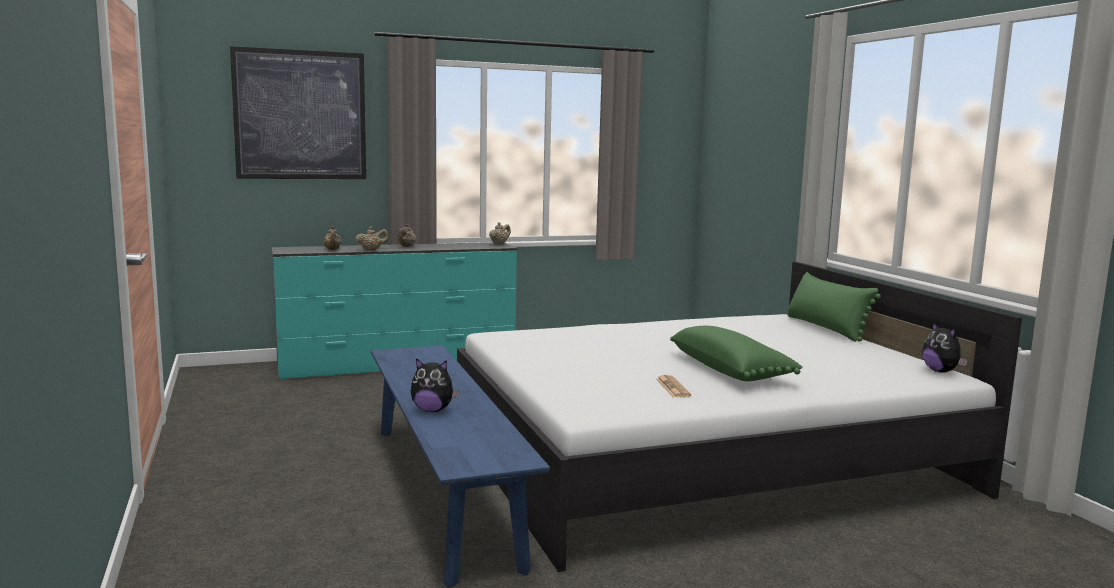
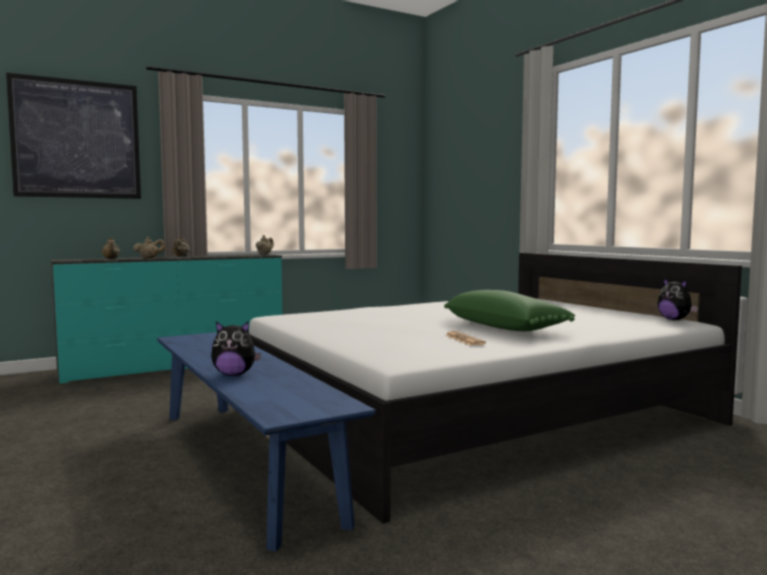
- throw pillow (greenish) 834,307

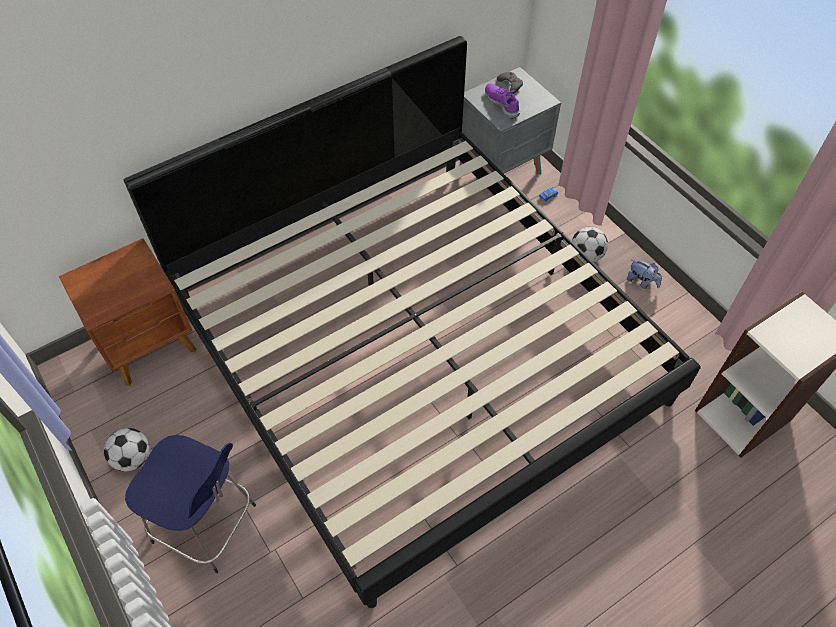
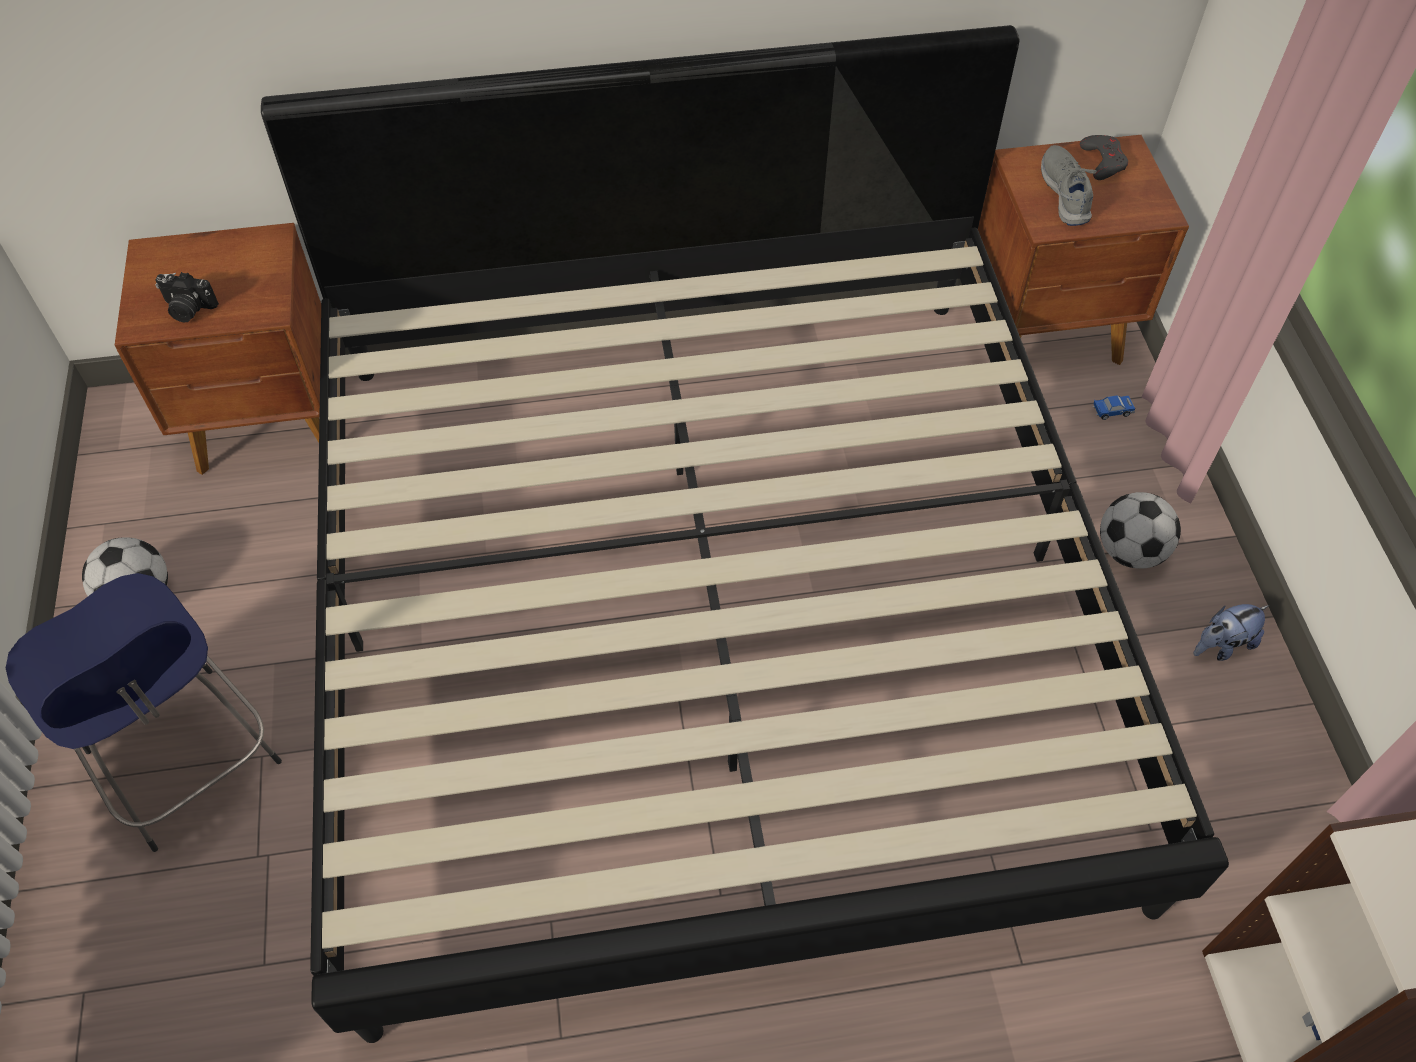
~ bedside table (gray) 510,132 to bedside table (brown) 1083,250
~ low shoe (purplish) 502,101 to low shoe (gray) 1069,185
~ soft toy 644,274 = 1231,632 90 degrees clockwise
+ photo camera 187,297

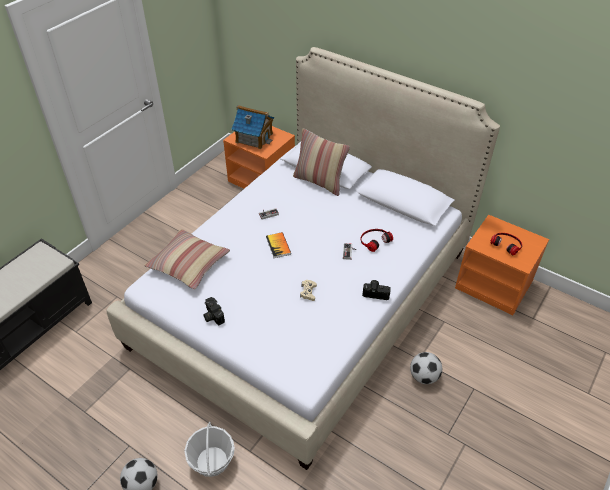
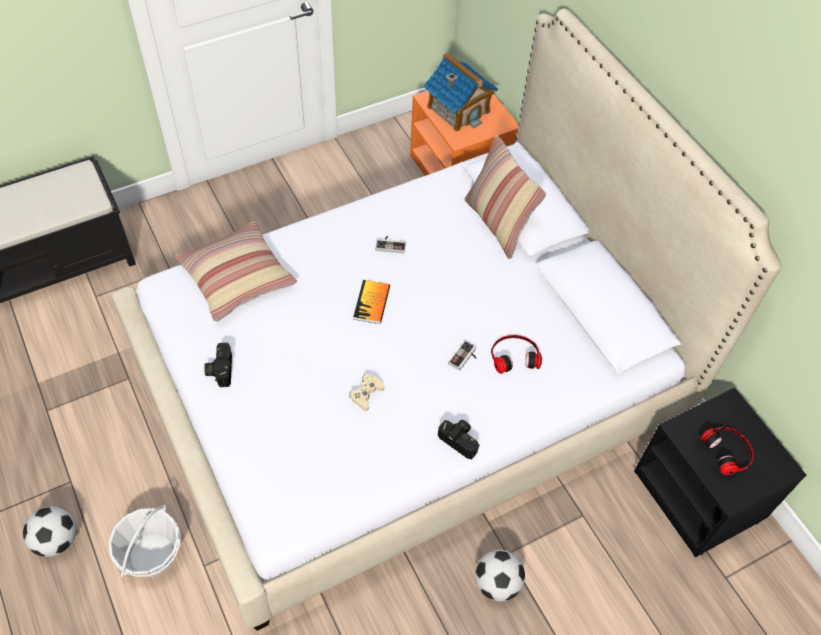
~ bedside table (orangey) 502,265 to bedside table (black) 720,472

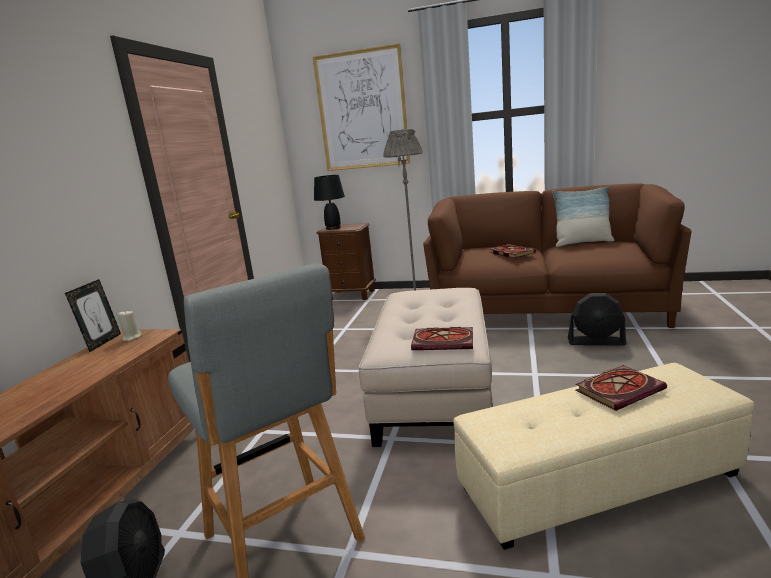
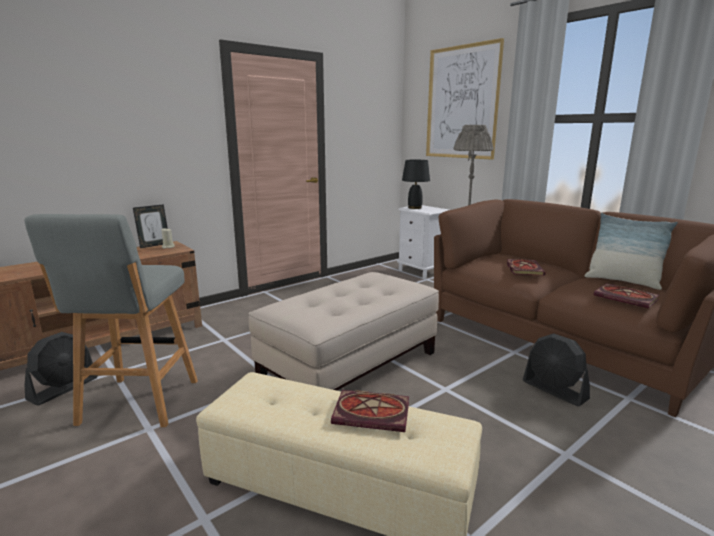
~ bedside table (brown) 346,261 to bedside table (whitish) 423,242
~ volume 442,338 to 626,295

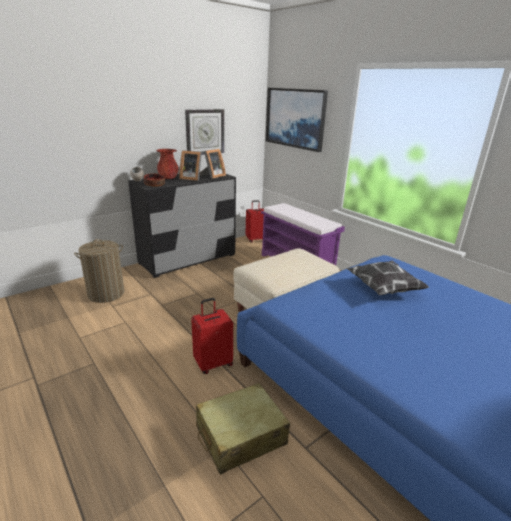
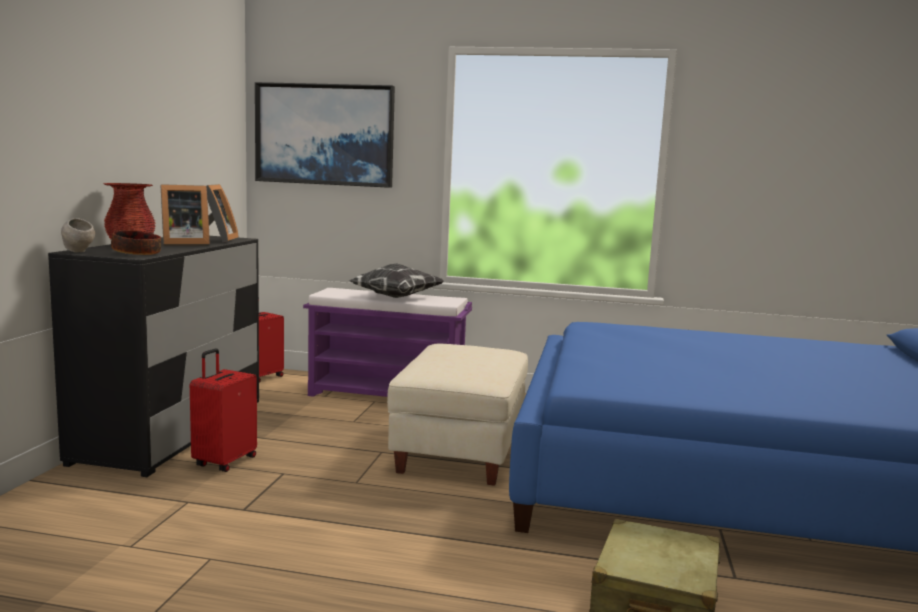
- clock on the wall 204,132
- laundry basket 99,271
~ throw pillow 388,277 to 396,281
~ travel case (red-coloured) 212,336 to 223,410

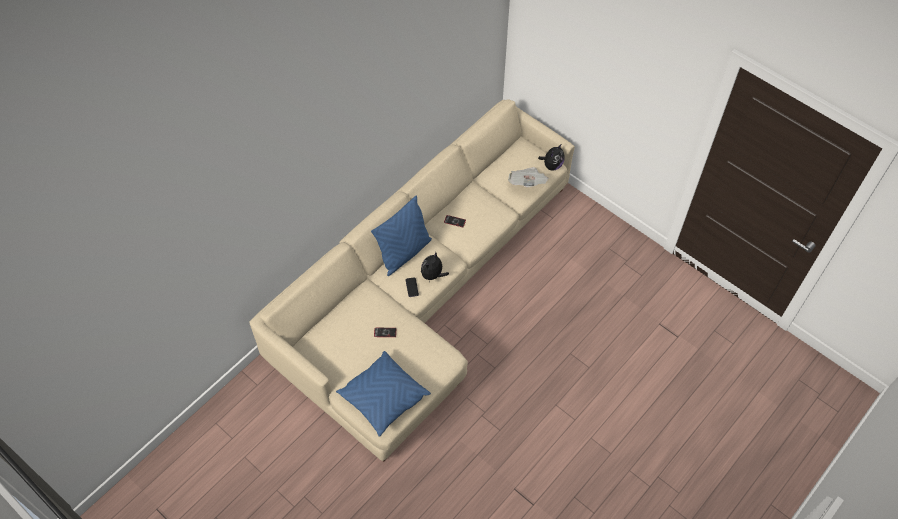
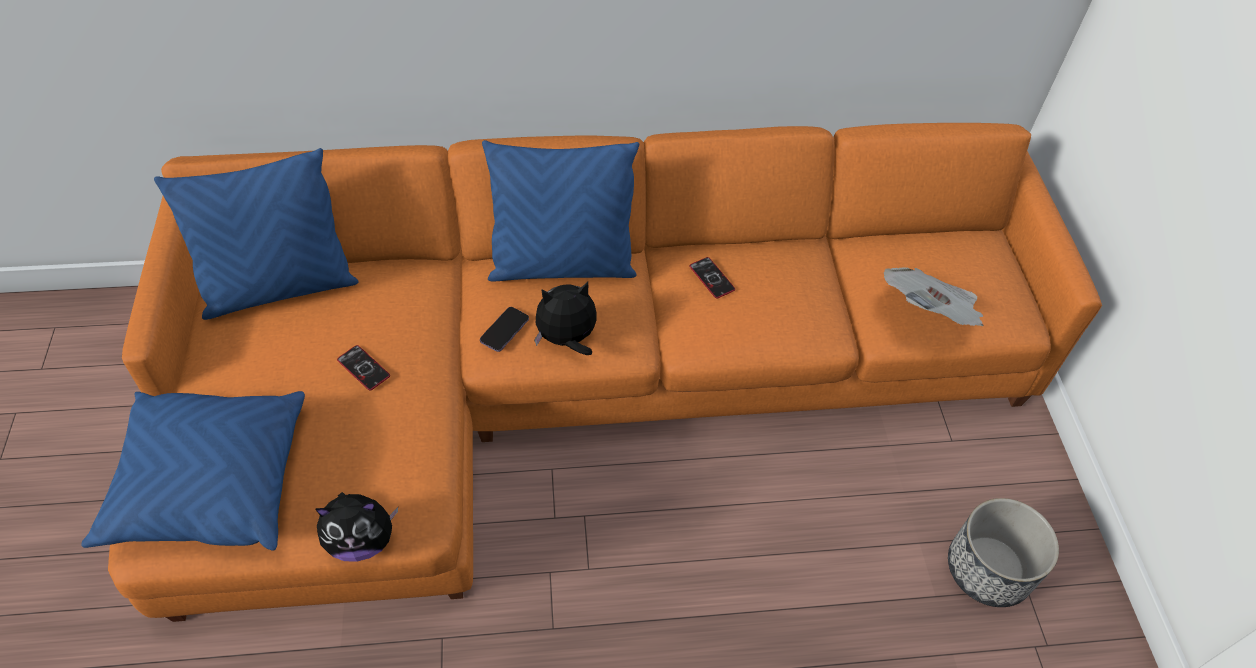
~ sofa (sand-coloured) 412,280 to sofa (orangey) 605,372
~ soft toy 551,157 to 356,527
+ throw pillow (blue-coloured) 256,234
+ planter 1003,552

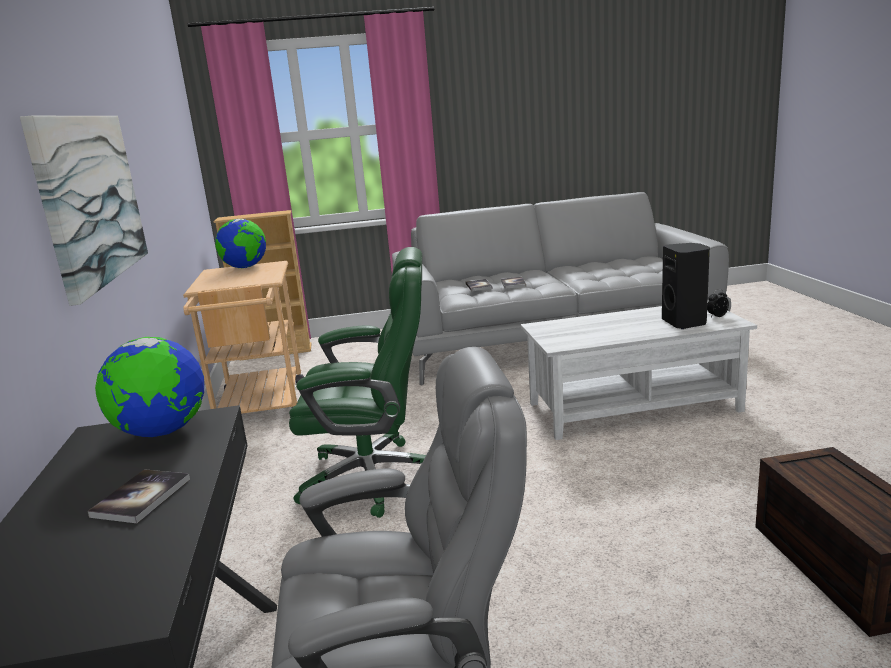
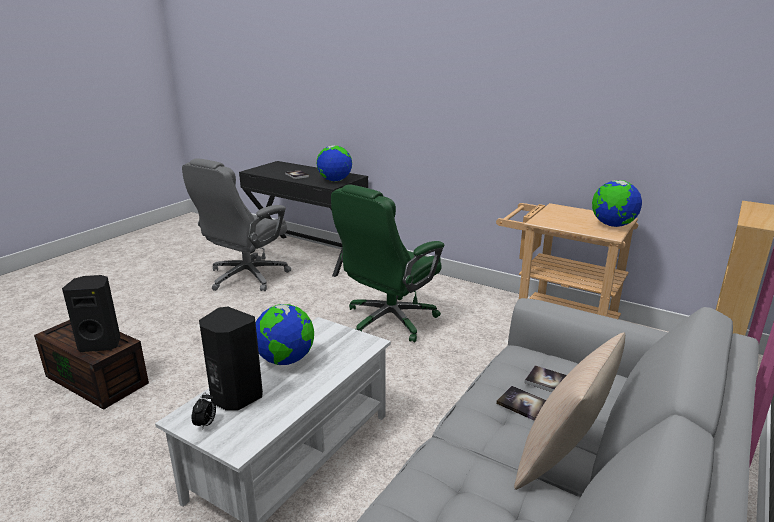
- wall picture 84,211
+ loudspeaker (black) 91,313
+ globe 285,334
+ throw pillow (sand-coloured) 569,411

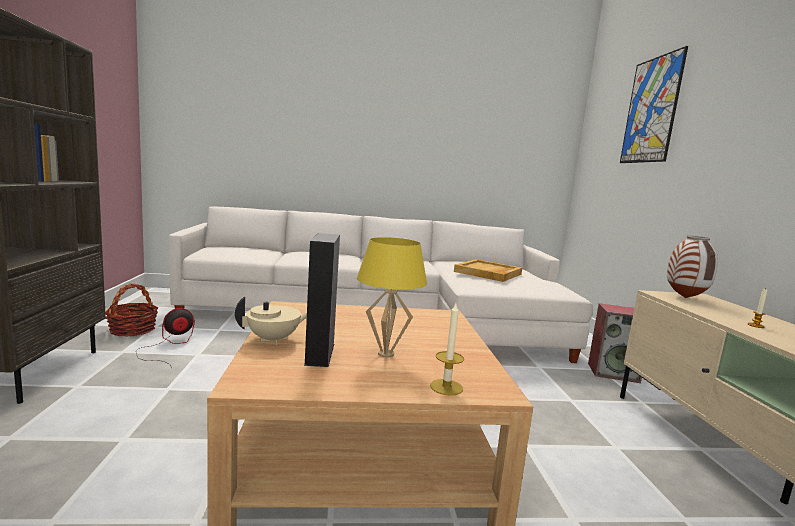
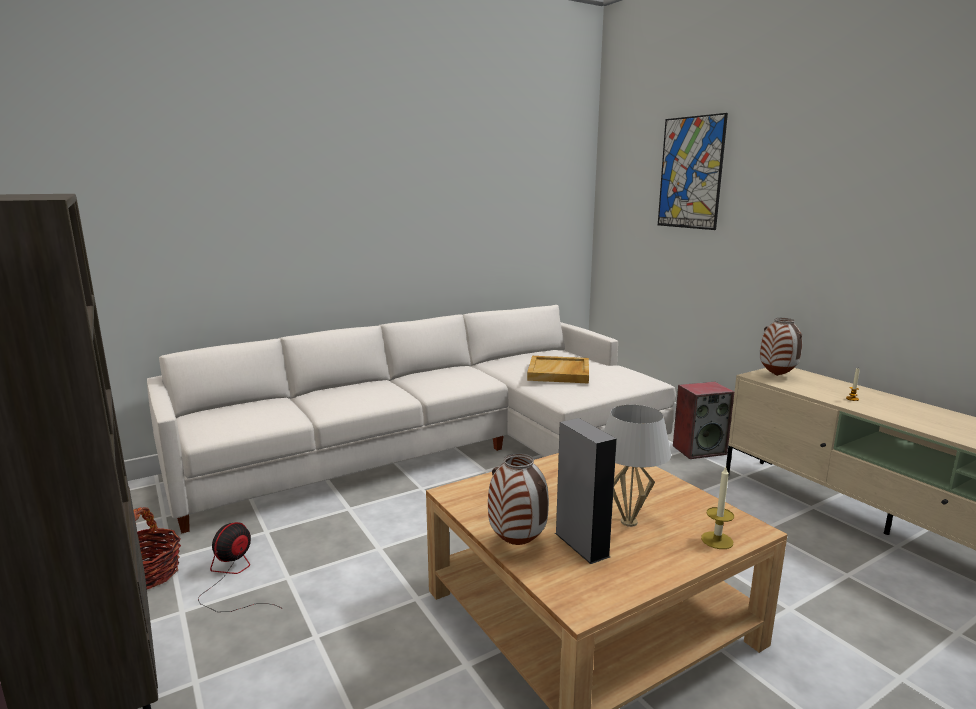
~ lamp for a table (yellowish) 392,297 to lamp for a table (whitish) 637,466
~ tea pot (sand-coloured) 271,321 to vase 518,499

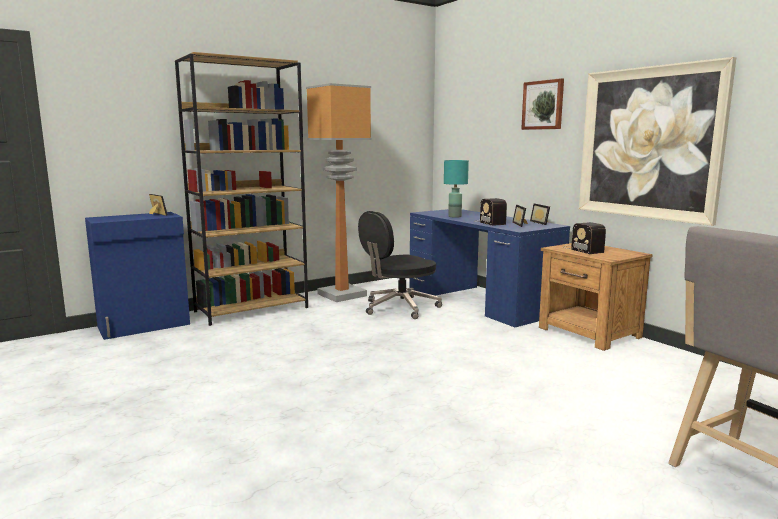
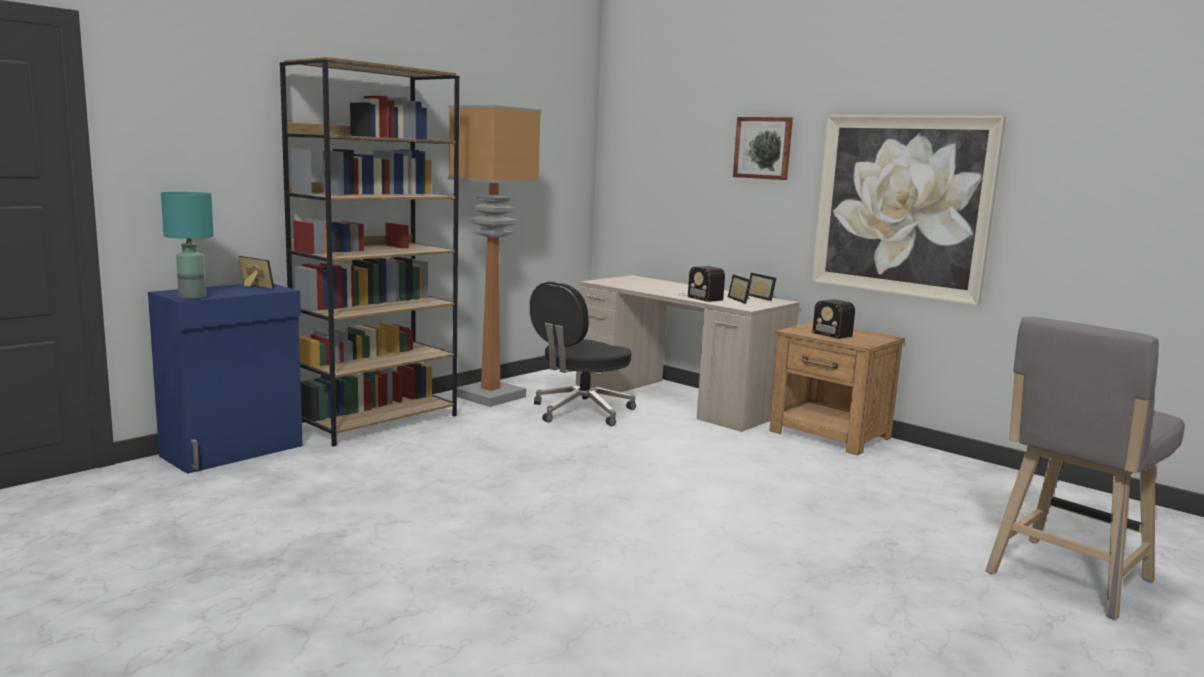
~ lamp for a table (turquoise-coloured) 456,189 to 187,245
~ desk (blue-coloured) 490,268 to desk (sand-coloured) 688,353

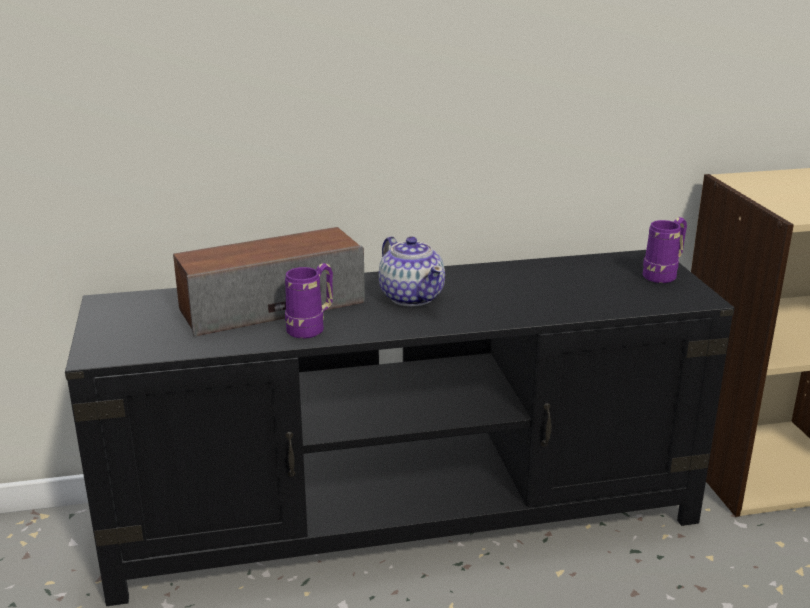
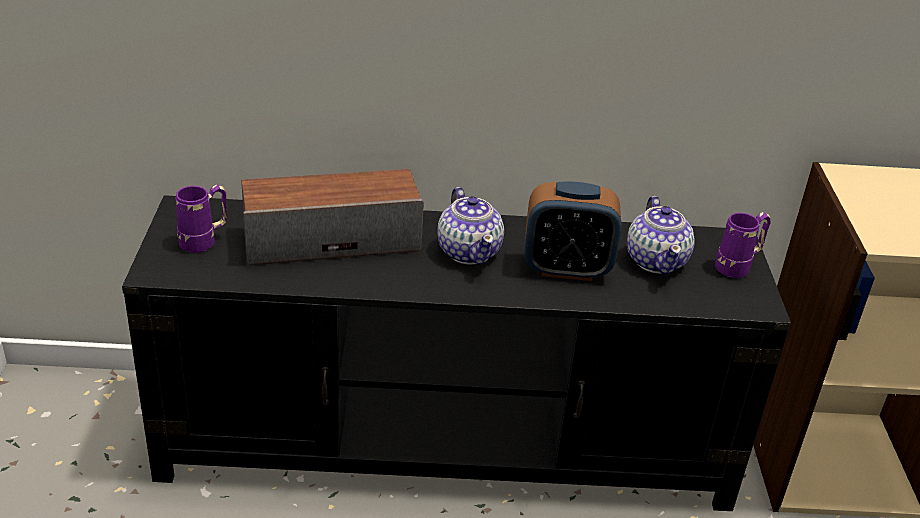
~ coffee mug (purplish) 309,300 to 201,218
+ alarm clock 573,231
+ tea pot 661,235

